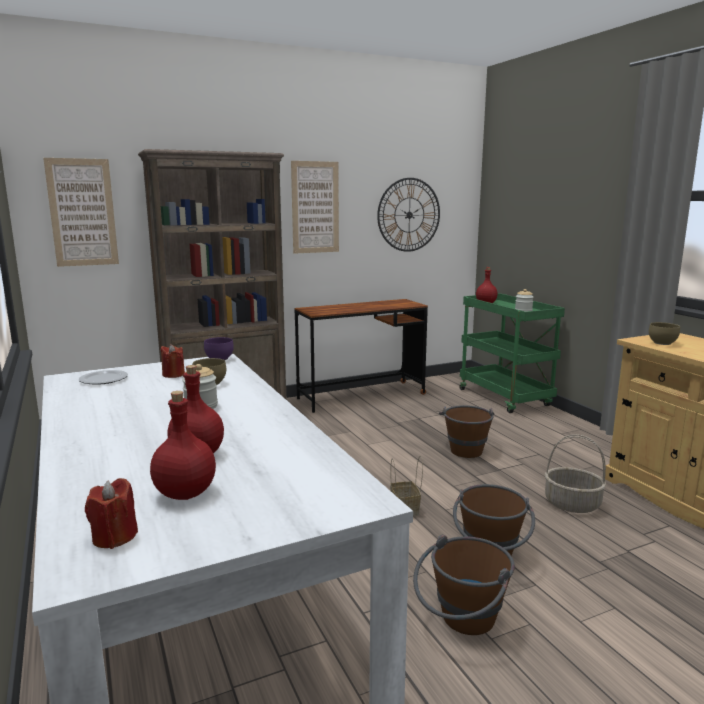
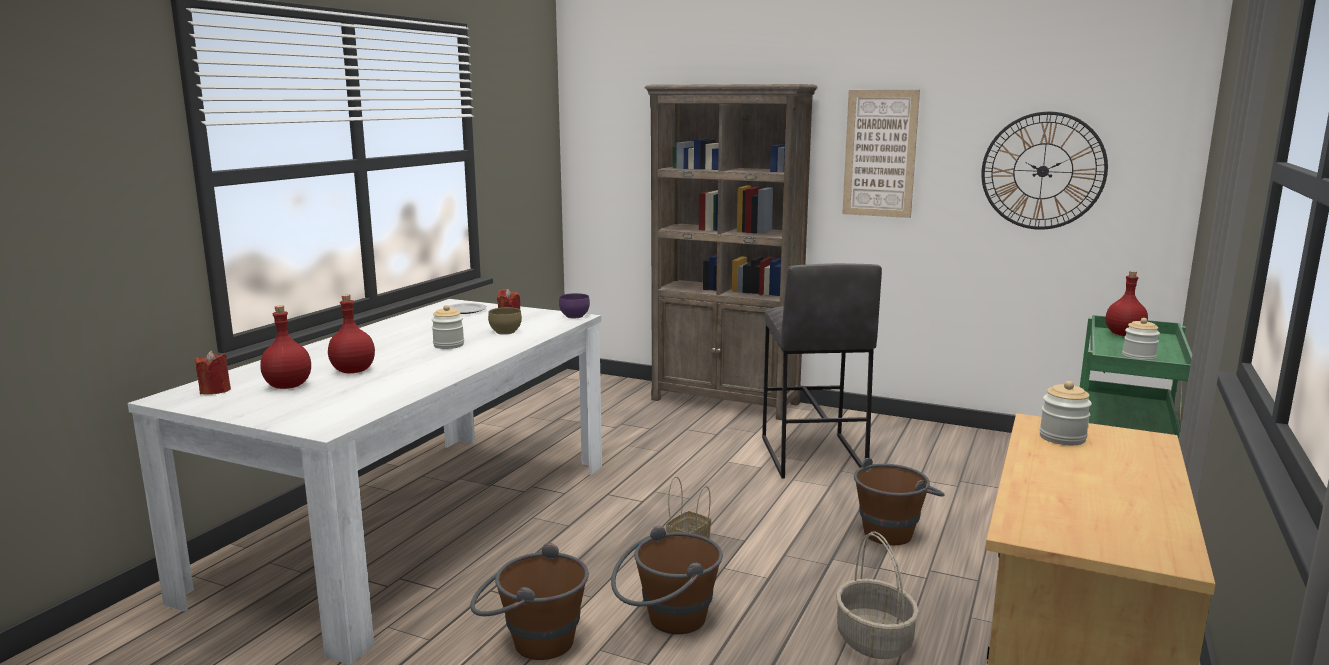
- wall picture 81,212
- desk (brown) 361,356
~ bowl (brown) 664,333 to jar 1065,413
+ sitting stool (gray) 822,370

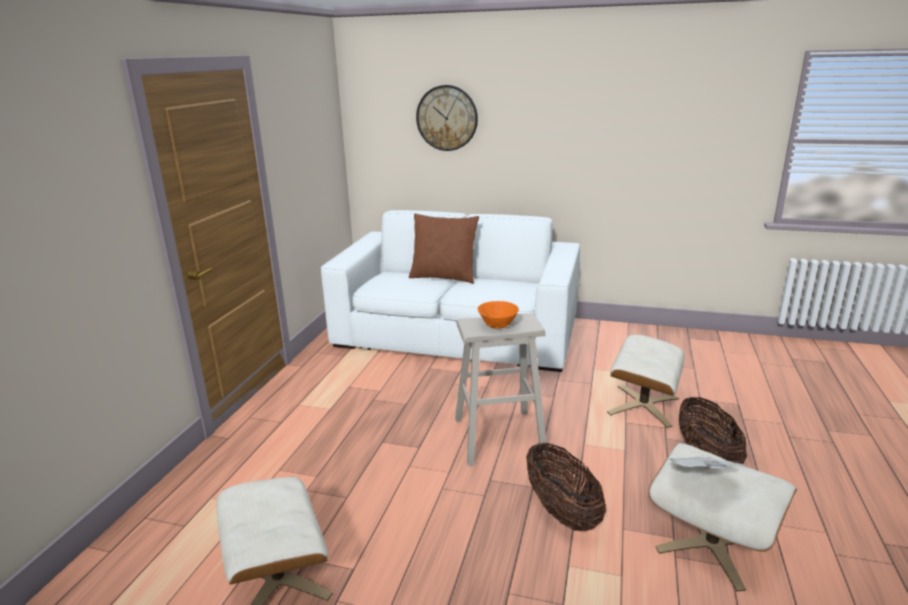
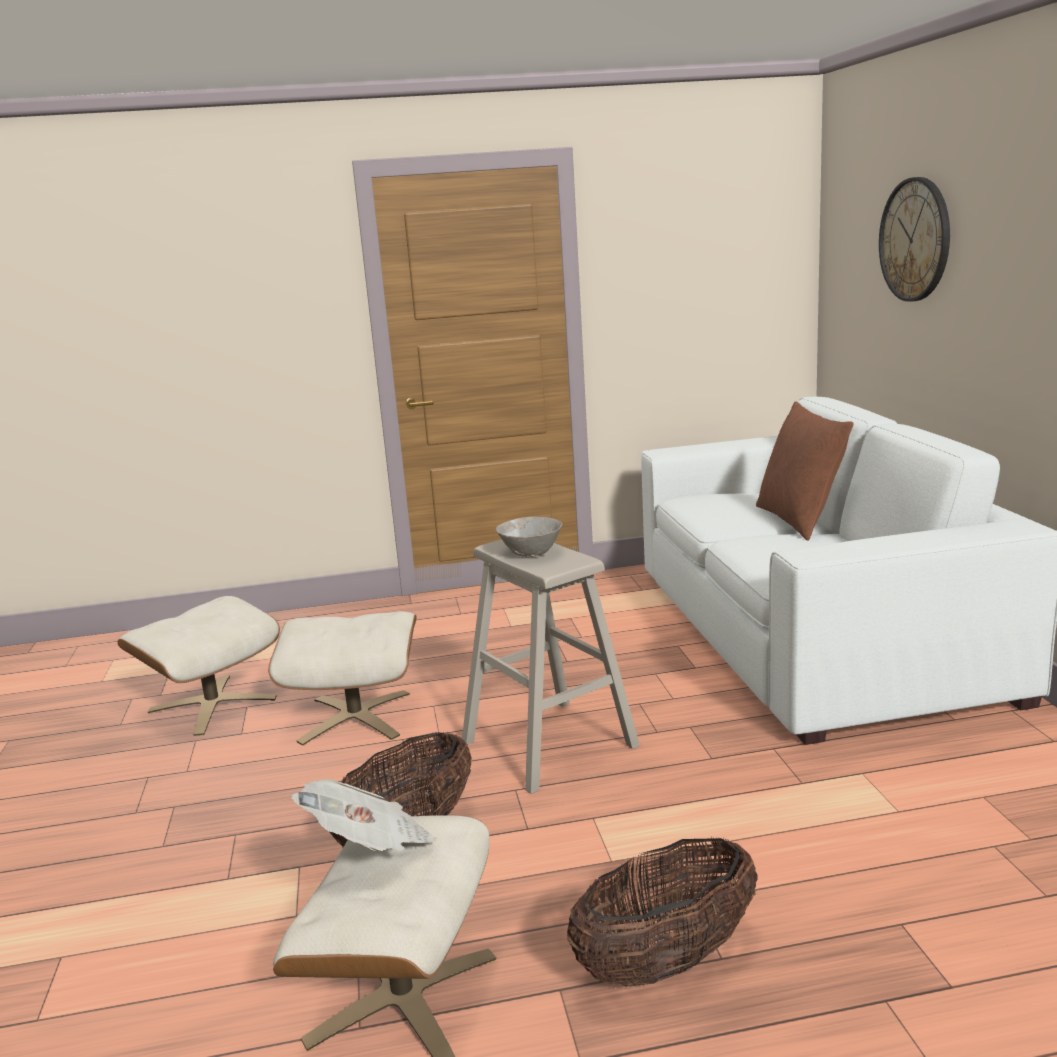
~ bowl (orangey) 498,315 to bowl (gray) 529,537
~ footrest (sand-coloured) 646,381 to 342,678

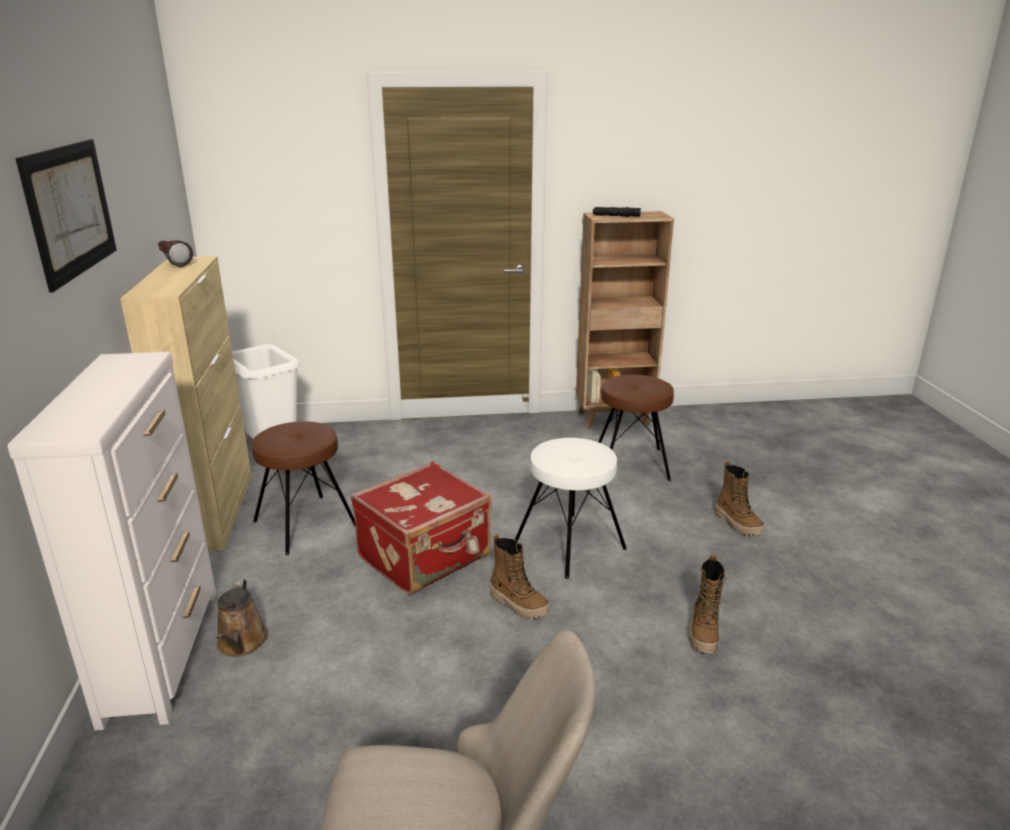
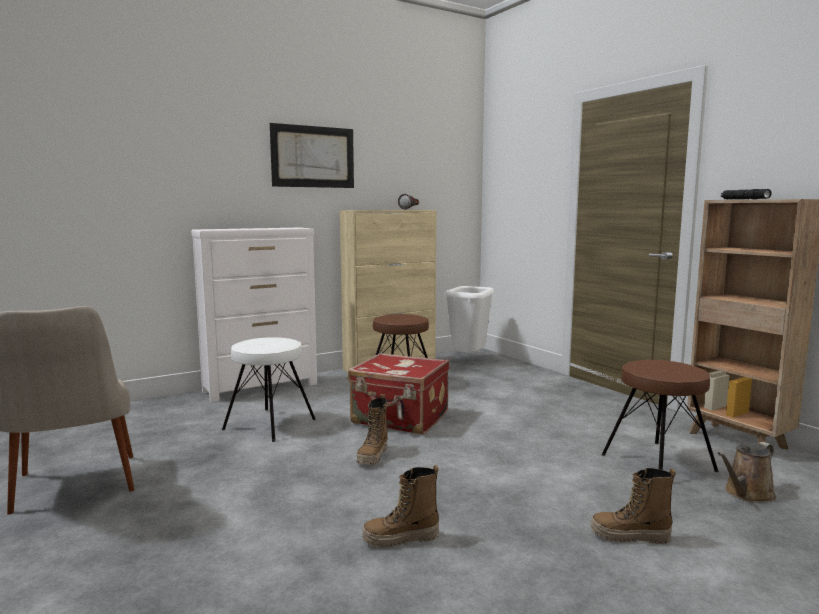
~ sitting stool (whitish) 571,508 to 269,389
~ tall boot 739,498 = 633,506 60 degrees clockwise
~ watering can (brown) 242,618 to 746,472

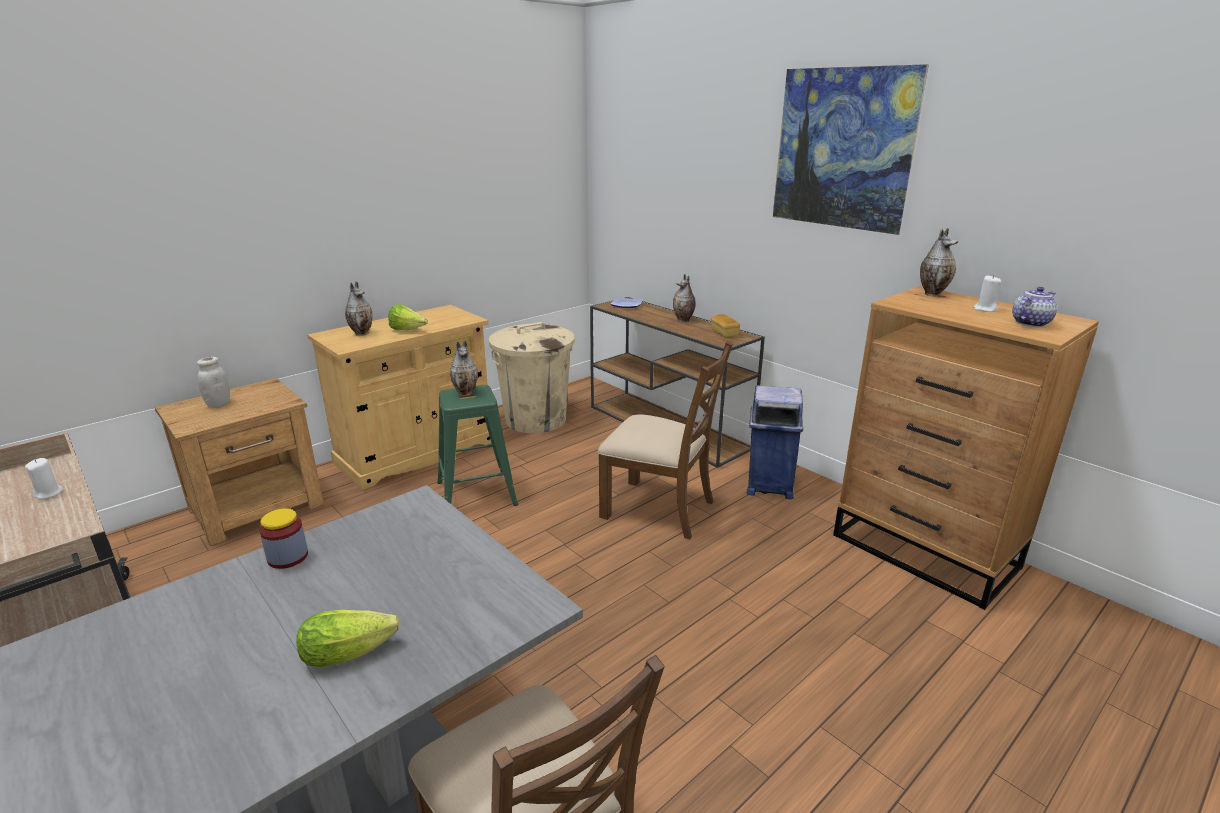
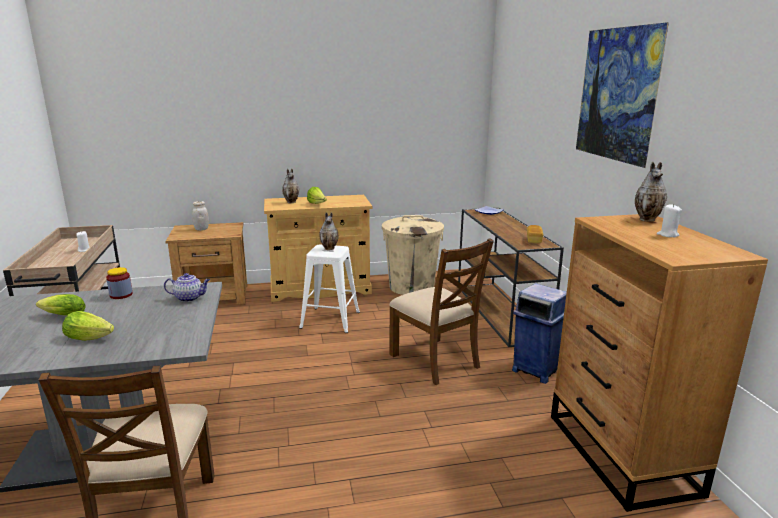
- vase 684,298
~ tea pot 1034,307 to 187,287
~ sitting stool (greenish) 477,445 to sitting stool (whitish) 329,289
+ lettuce 61,305

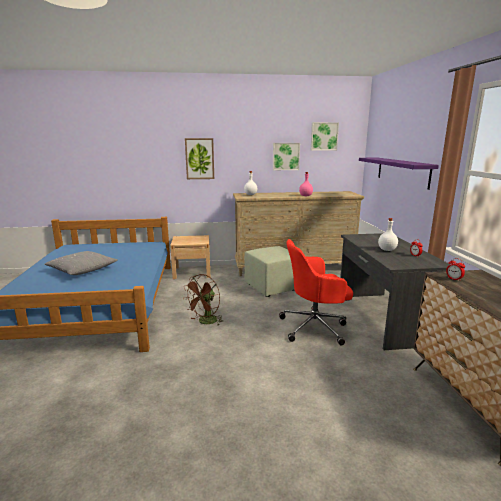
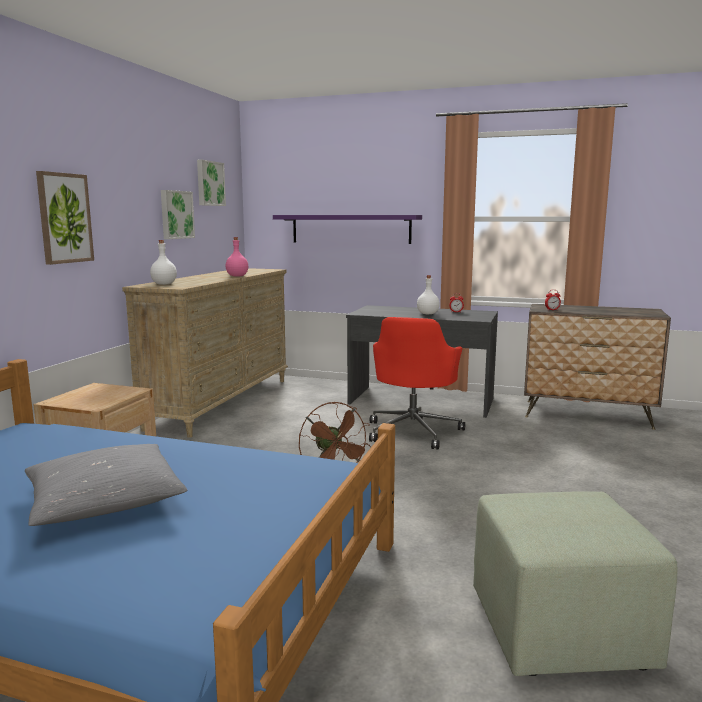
~ footrest (greenish) 270,271 to 575,584

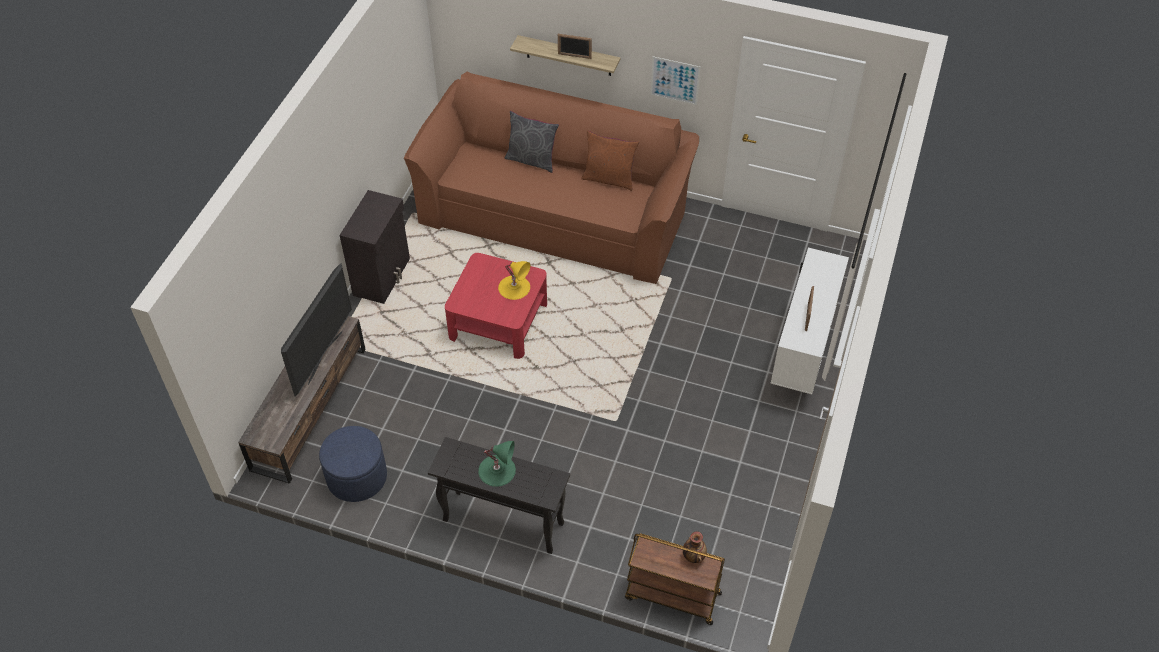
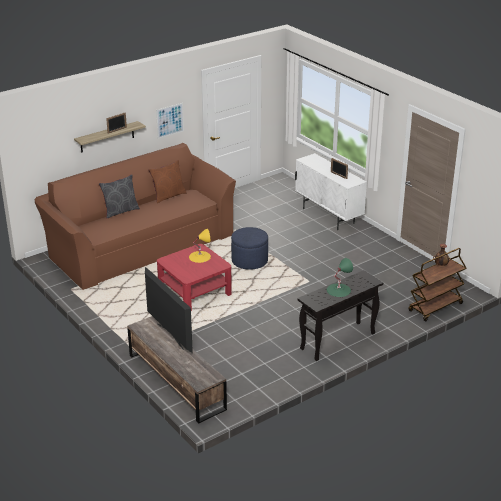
- cupboard (black) 374,247
~ footrest (blue-coloured) 353,464 to 249,248

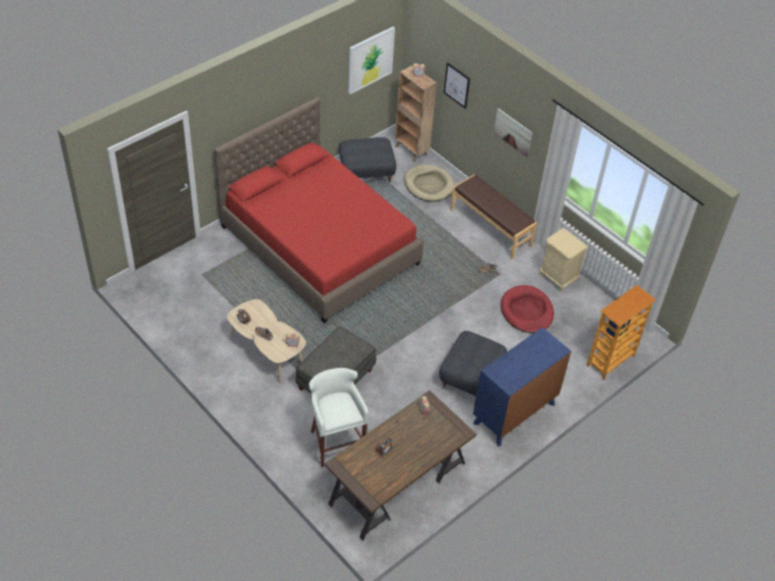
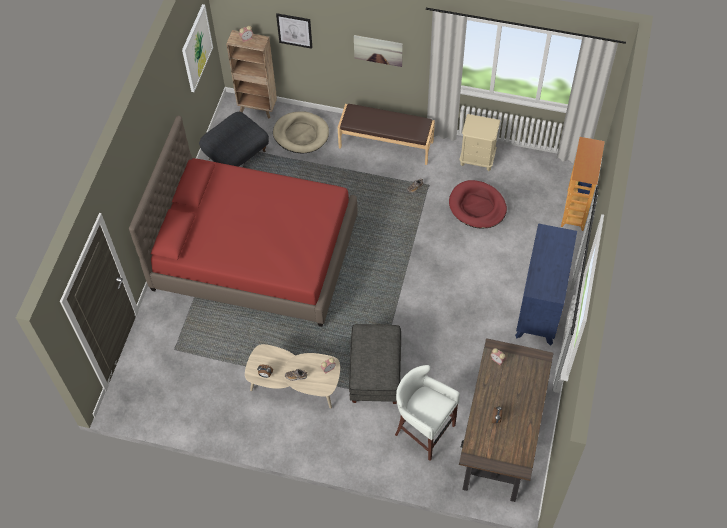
- footrest (gray) 473,364

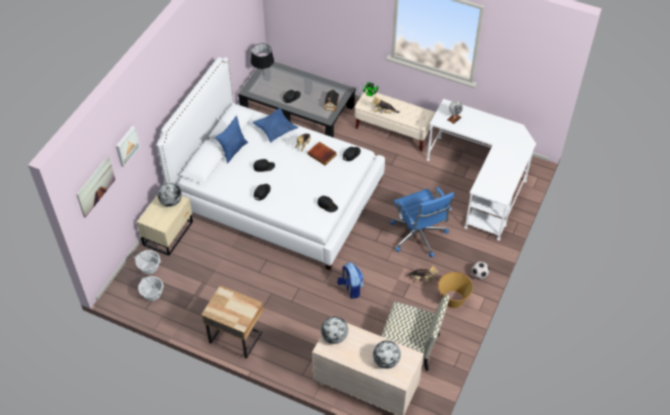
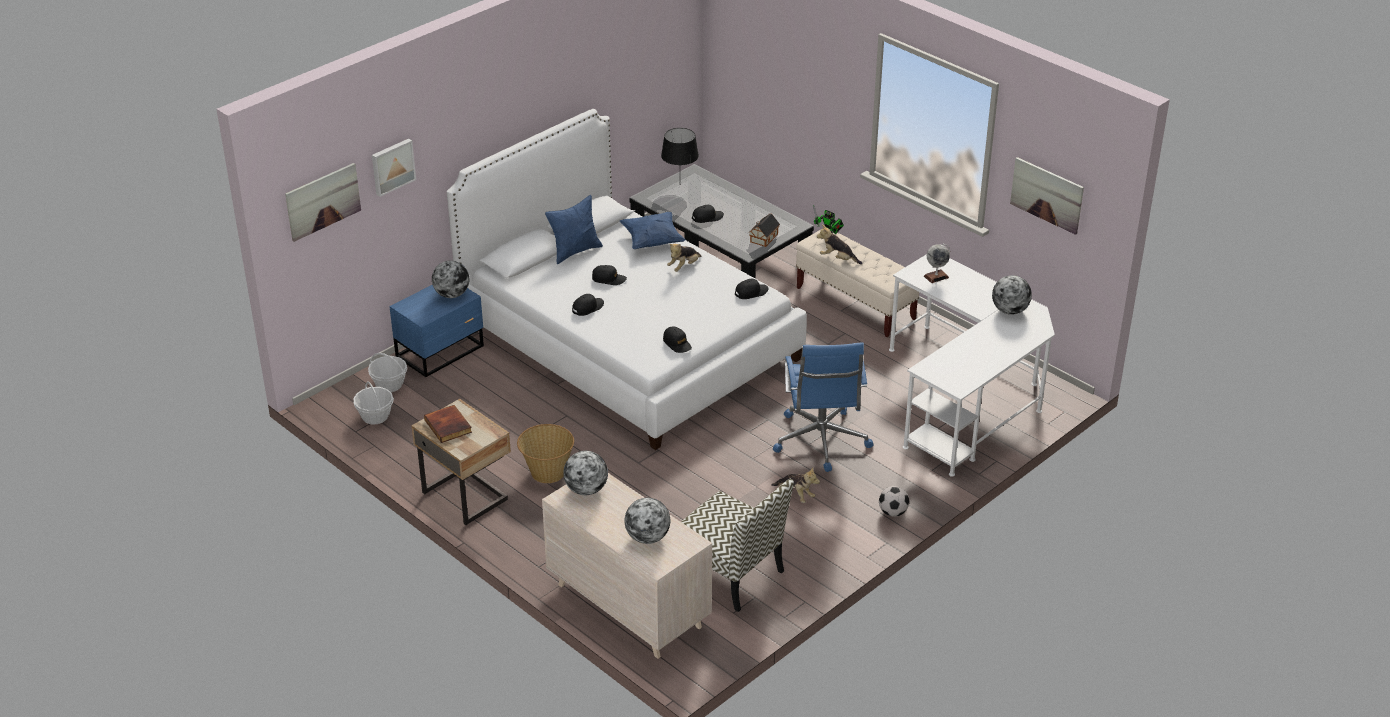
~ volume 322,153 to 448,424
~ bedside table (sand-coloured) 165,225 to bedside table (blue-coloured) 436,331
- backpack 350,280
~ basket 455,290 to 545,453
+ wall picture 1047,196
+ globe 1012,295

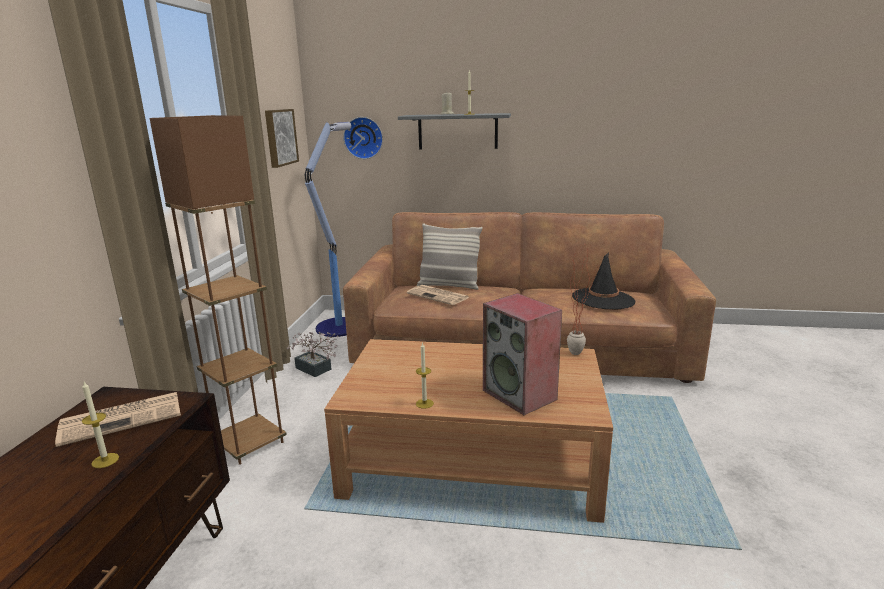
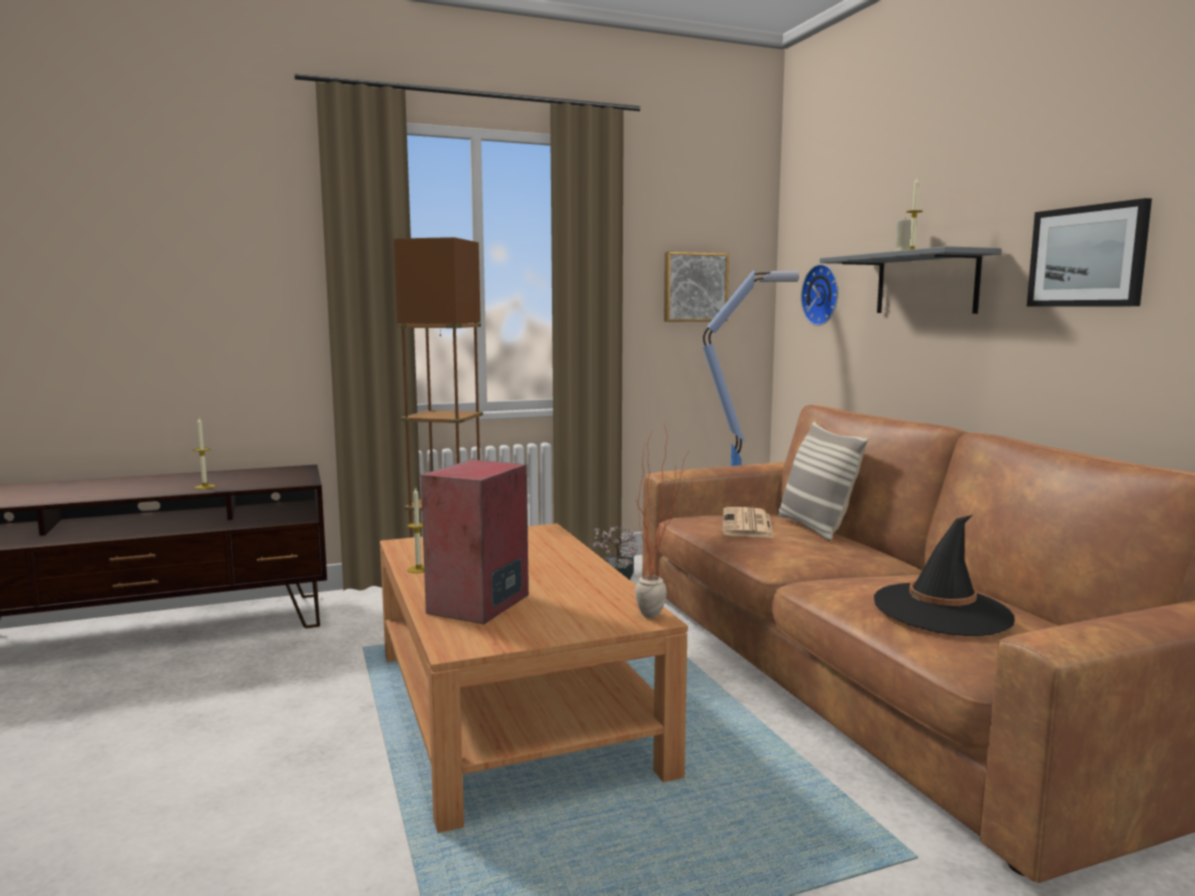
- printed paper 118,419
+ wall picture 1089,252

